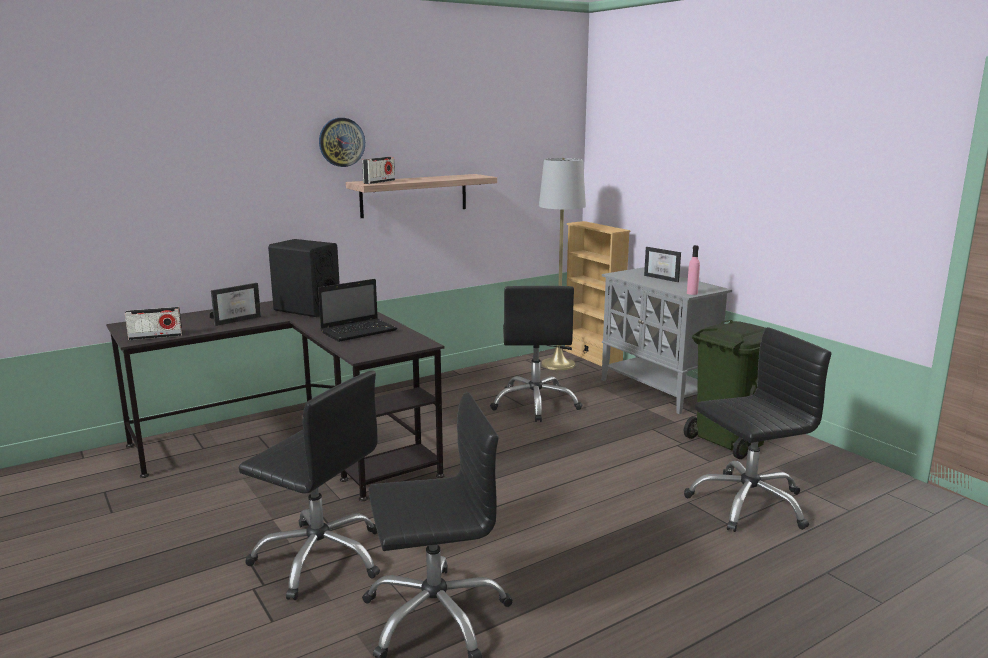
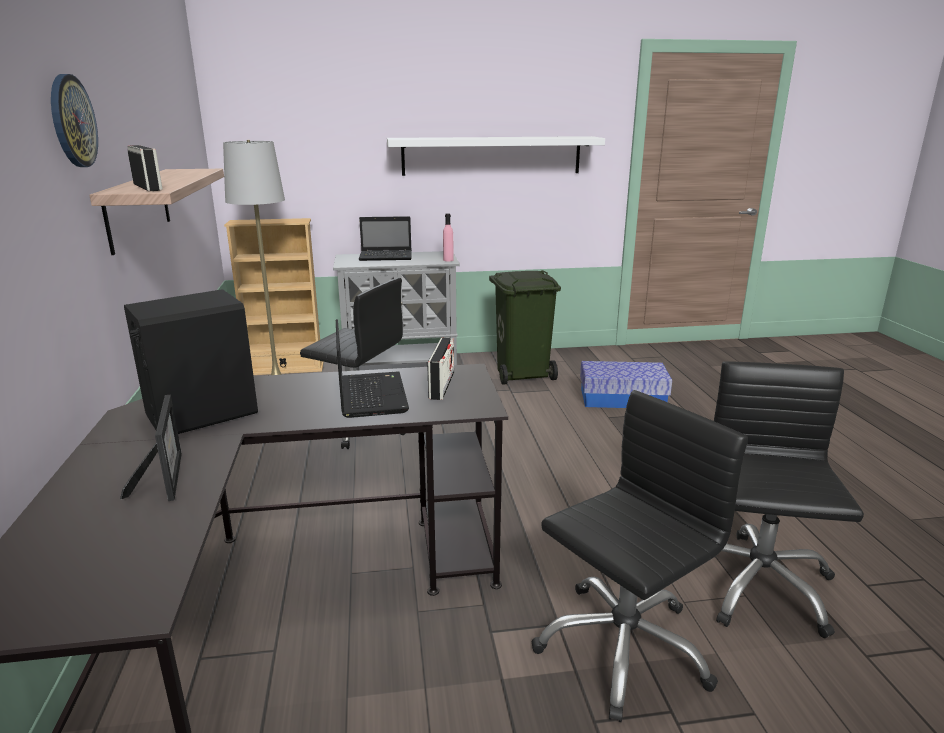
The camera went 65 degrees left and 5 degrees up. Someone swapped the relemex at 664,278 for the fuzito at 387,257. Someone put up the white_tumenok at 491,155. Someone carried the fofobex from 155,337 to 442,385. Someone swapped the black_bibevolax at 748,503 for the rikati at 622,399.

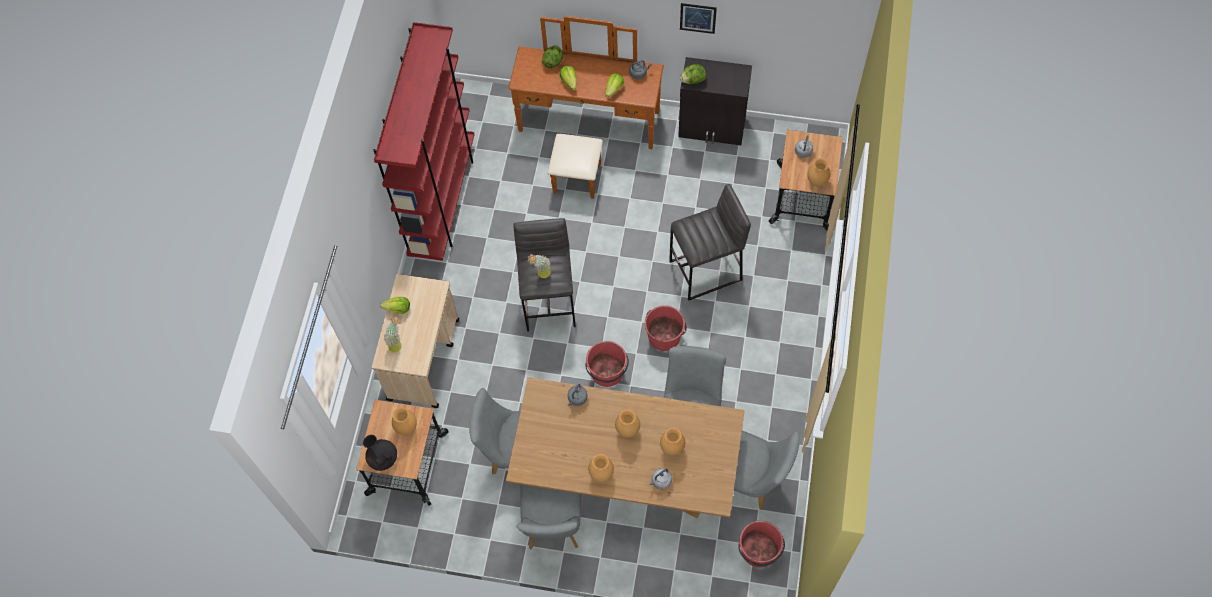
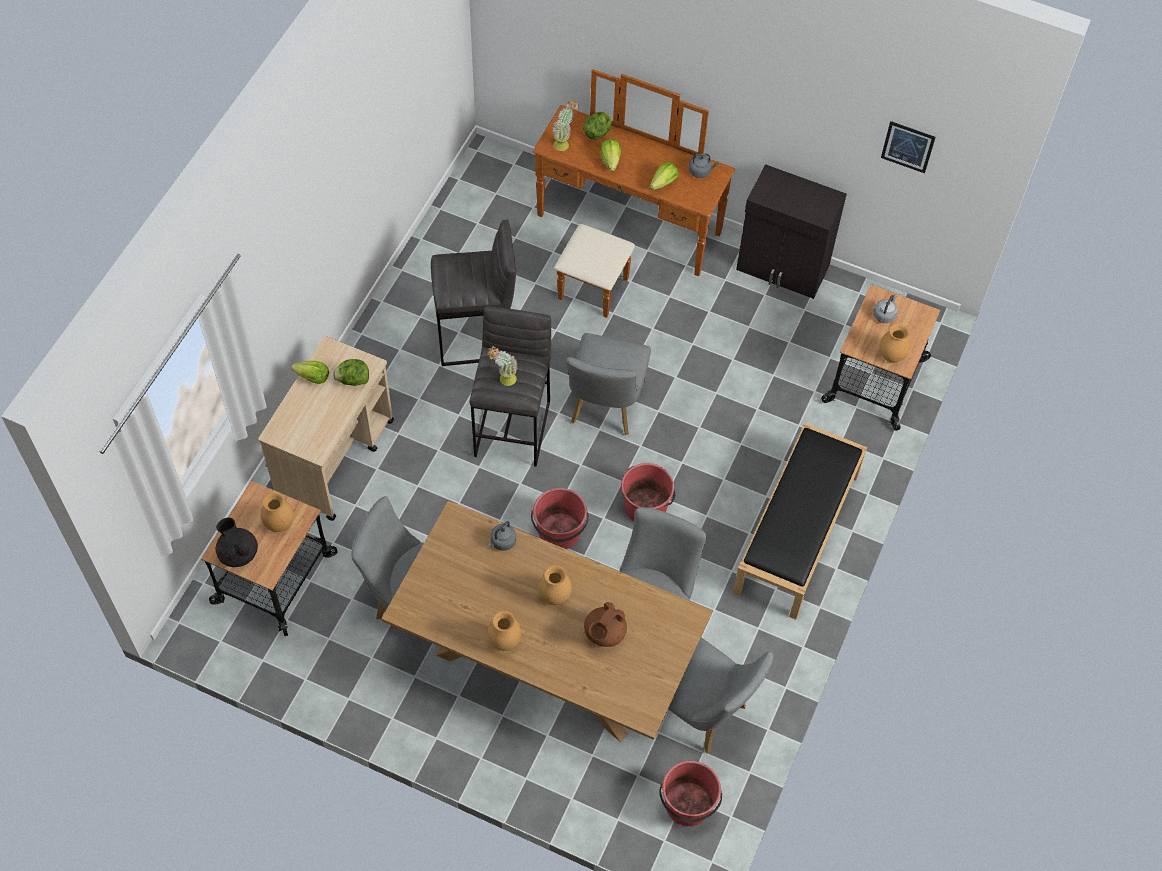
The camera went 10 degrees right and 5 degrees down. Someone carried the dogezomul from 693,80 to 353,380. Someone carried the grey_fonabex from 706,271 to 477,337. Someone carried the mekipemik from 397,343 to 564,143. Someone carried the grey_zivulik from 553,526 to 605,407. Someone swapped the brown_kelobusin at 671,448 for the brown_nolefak at 604,633. Someone put down the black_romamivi at 796,534. Someone carried the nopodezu from 698,18 to 908,147. Someone took away the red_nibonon at 443,200. Someone took away the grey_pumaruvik at 660,481.

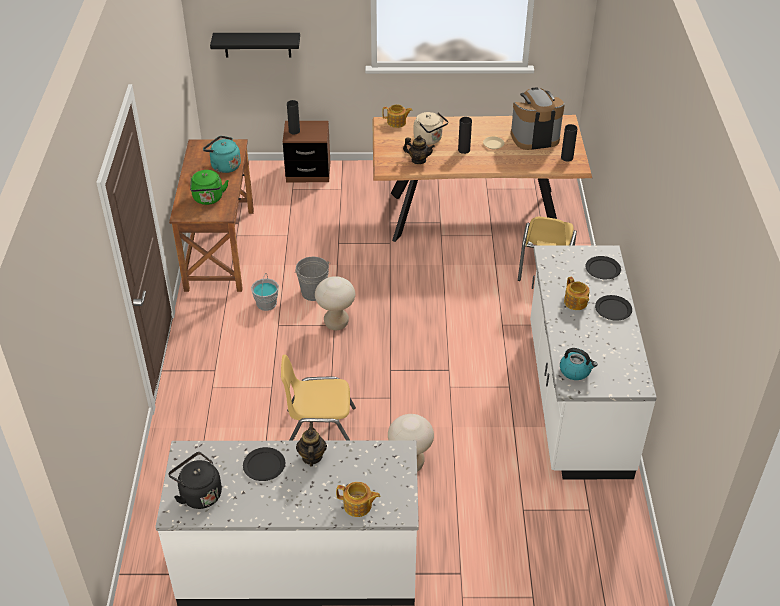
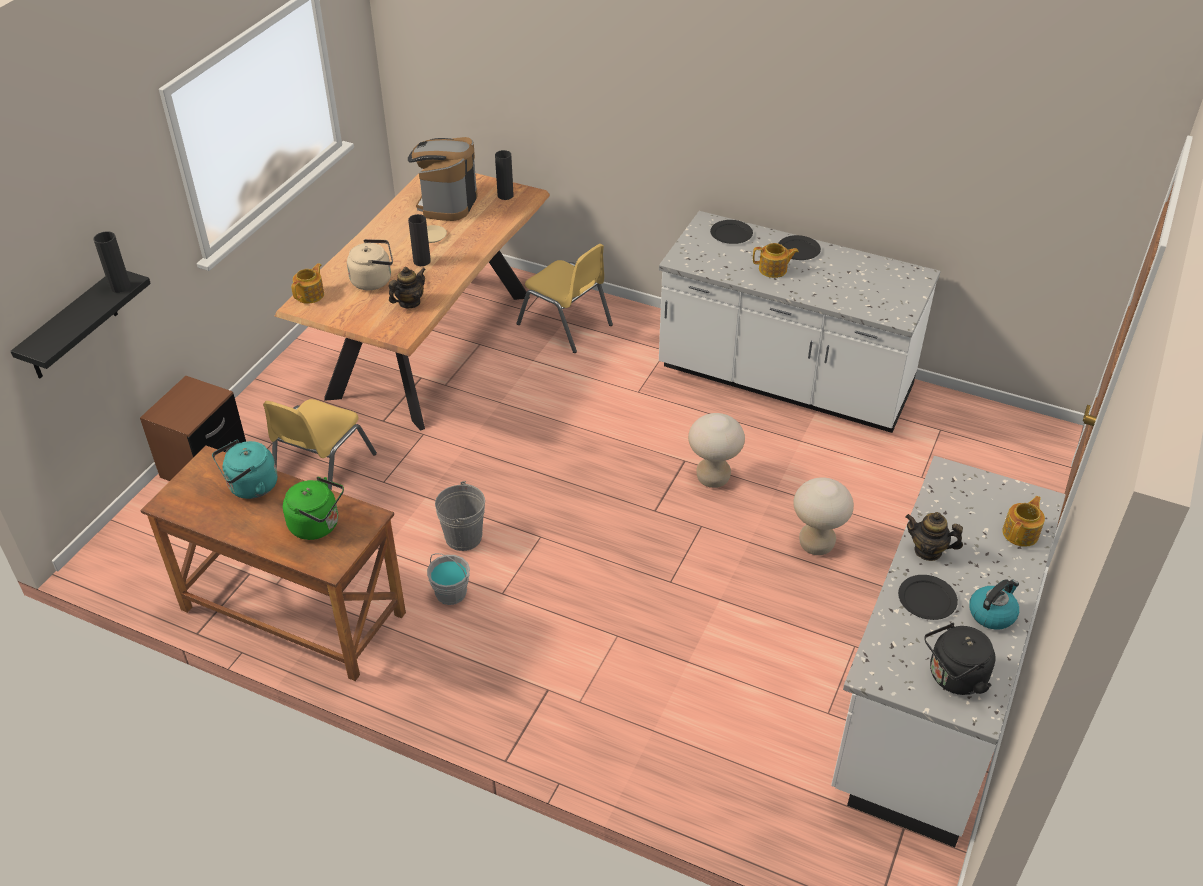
The camera went 65 degrees left and 0 degrees up. Someone carried the black_kelobusin from 294,131 to 120,286. Someone carried the yellow_zivulik from 320,429 to 322,471. Someone carried the beige_fonabex from 336,323 to 713,478. Someone carried the pumaruvik from 575,371 to 992,613.

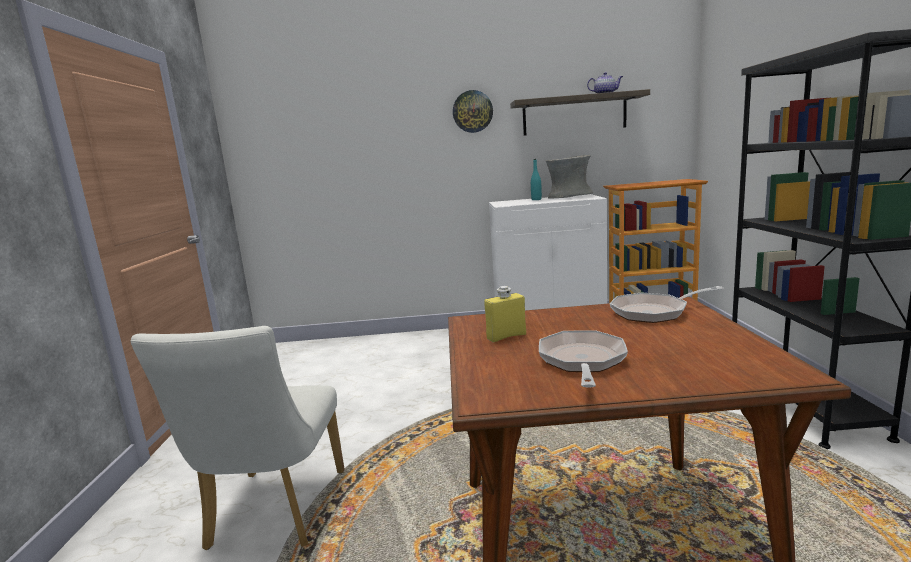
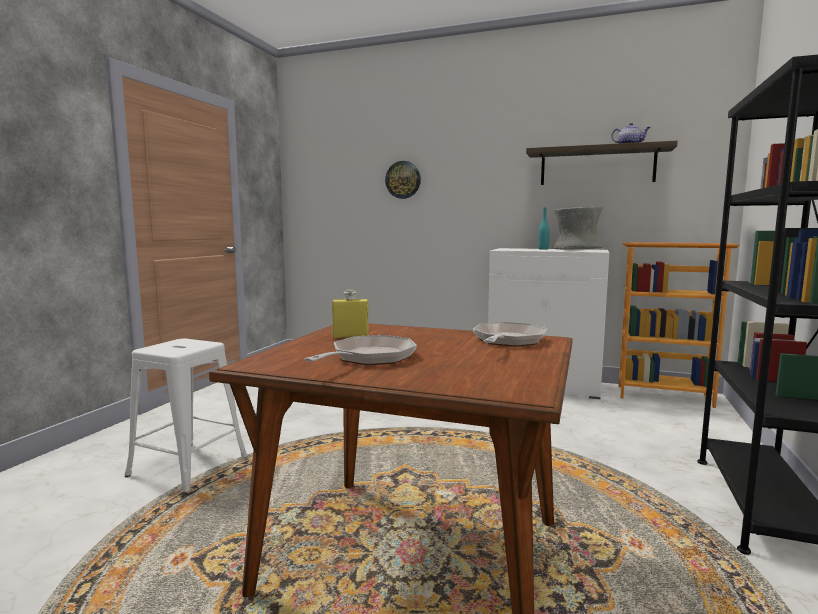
The camera went 20 degrees right and 5 degrees down. Someone swapped the white_zivulik at 273,515 for the white_fonabex at 188,466. Someone carried the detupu from 472,111 to 403,180. Someone rotated the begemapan at 654,312 by 105 degrees clockwise.

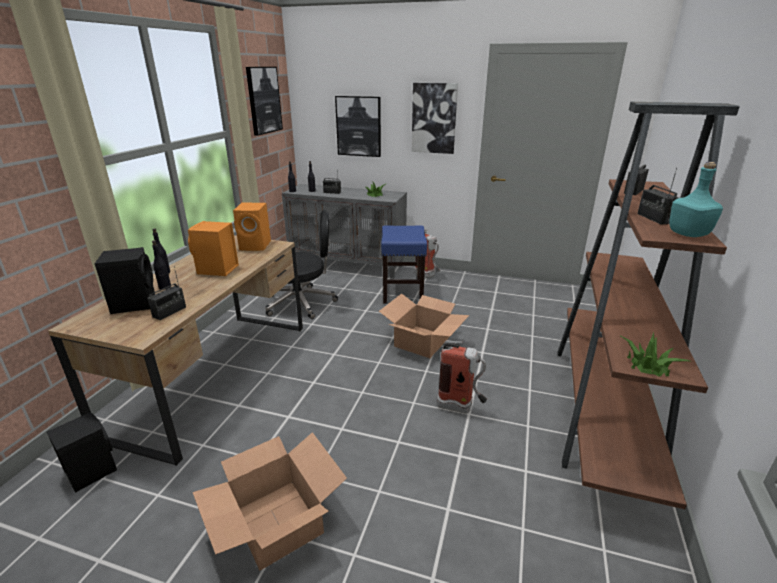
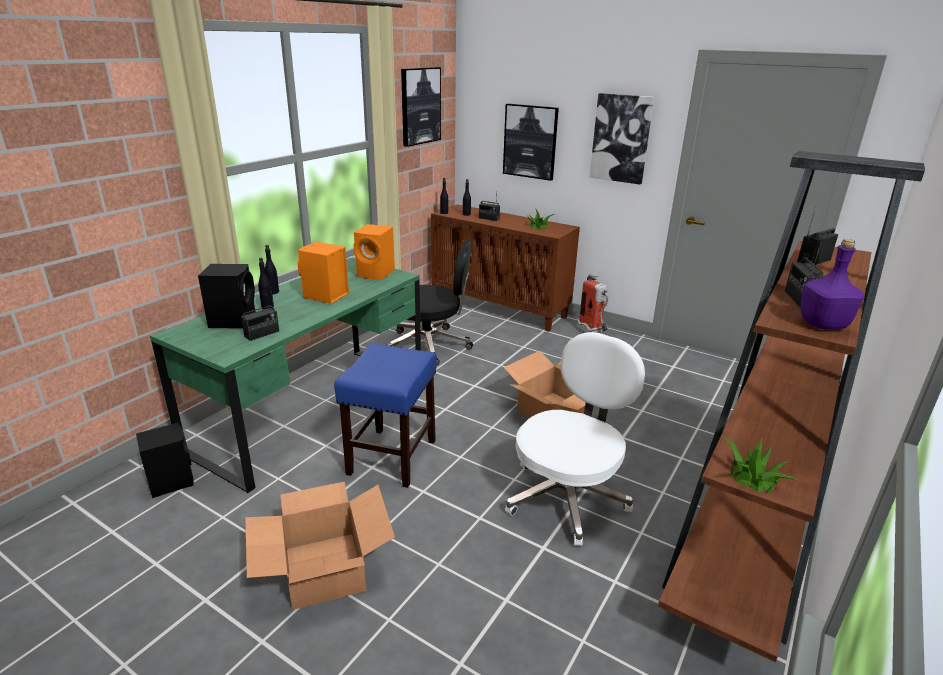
The camera went 15 degrees right and 0 degrees up. Someone repainted the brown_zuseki at 216,375, which became the green_zuseki at 313,410. Someone carried the blue_fonabex from 402,293 to 392,457. Someone repainted the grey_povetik at 348,265, which became the brown_povetik at 500,308. Someone swapped the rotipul at 461,408 for the white_bibevolax at 567,496. Someone repainted the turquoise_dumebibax at 687,234, which became the purple_dumebibax at 822,324.

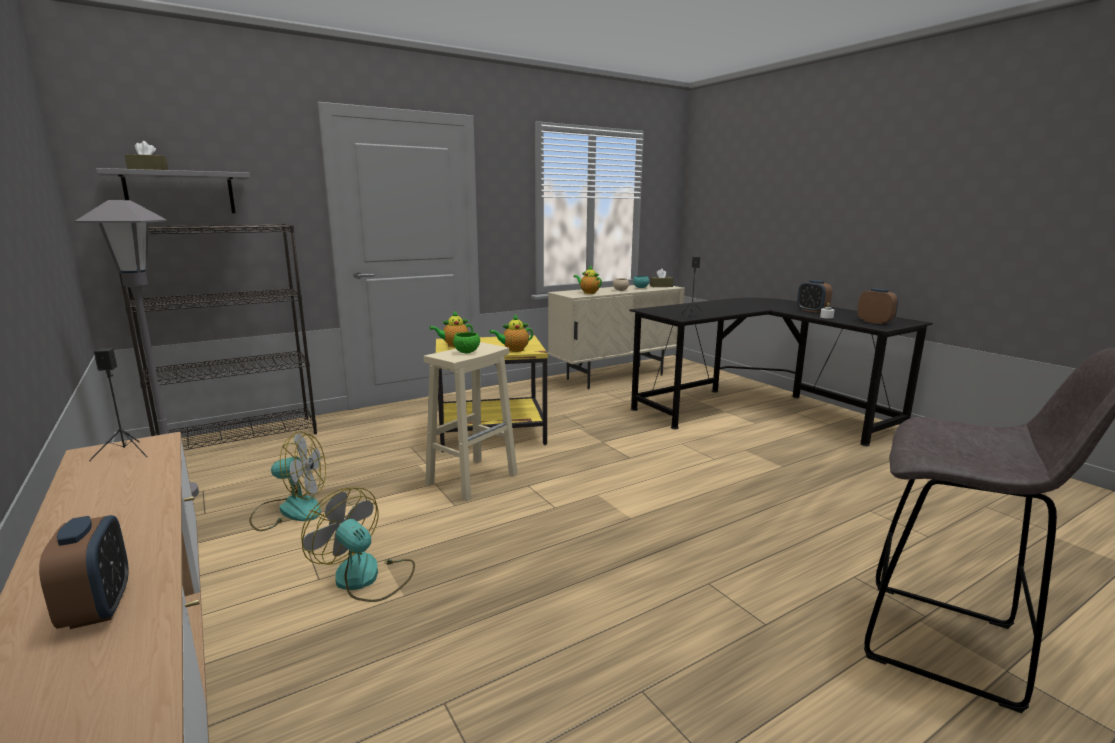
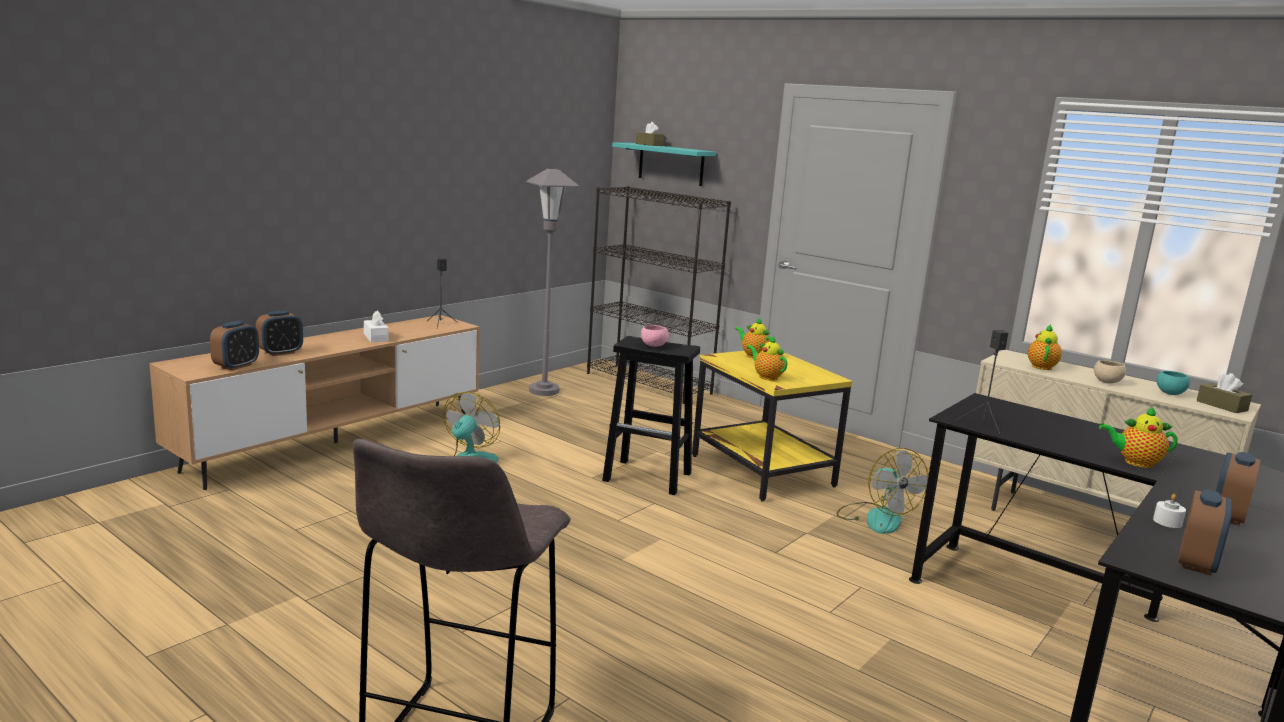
The camera went 70 degrees right and 0 degrees up. Someone put down the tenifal at 236,366. Someone put down the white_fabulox at 376,337. Someone repainted the beige_fonabex at 473,478, which became the black_fonabex at 649,477. Someone repainted the grey_tumenok at 180,192, which became the turquoise_tumenok at 671,164. Someone repainted the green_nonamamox at 466,352, which became the pink_nonamamox at 653,345. Someone carried the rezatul from 290,510 to 876,518. Someone put down the nolefak at 1135,462.

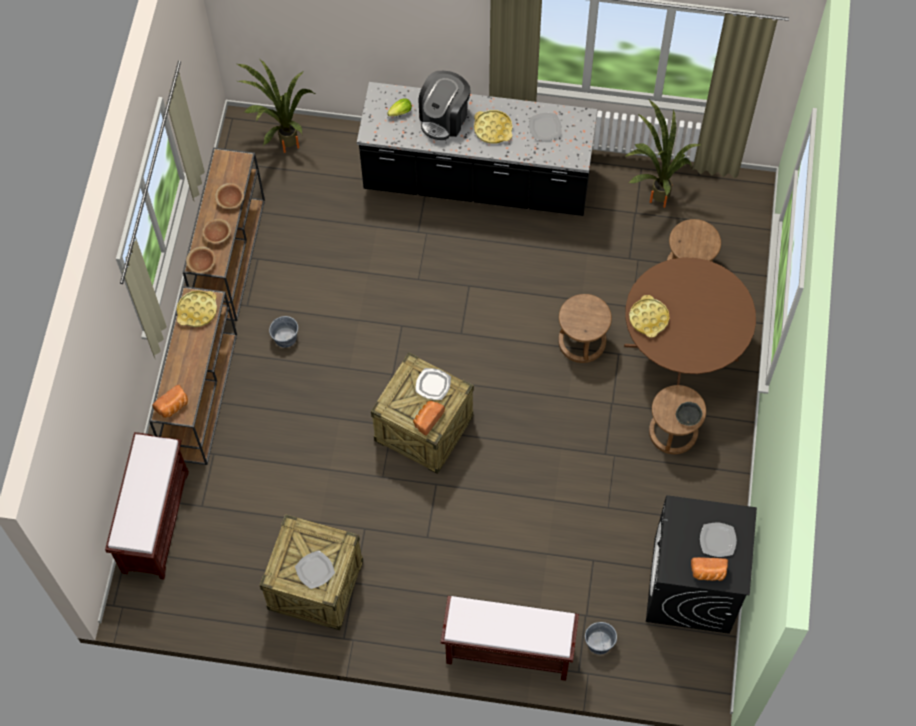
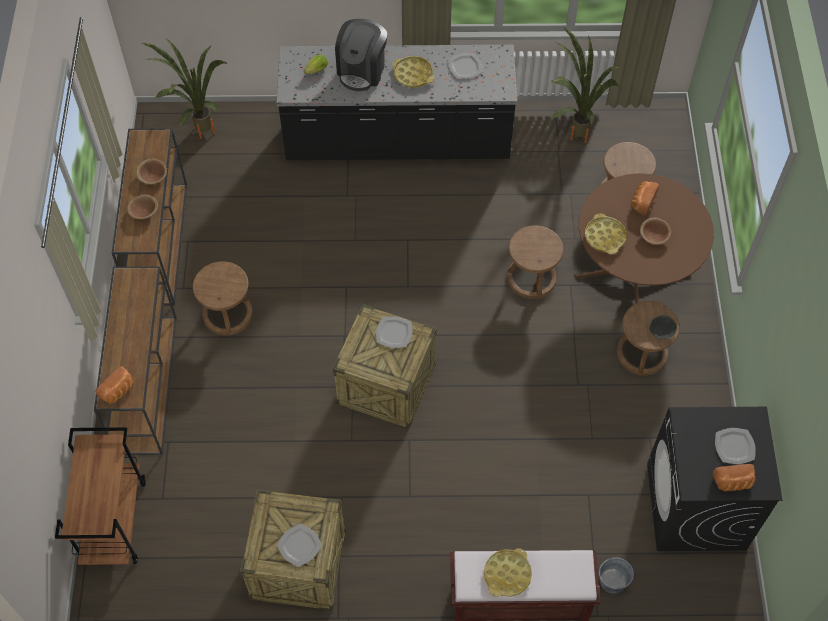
The camera went 10 degrees left and 5 degrees down. Someone swapped the brown_romamivi at 155,520 for the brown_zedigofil at 114,521. Someone swapped the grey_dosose at 285,337 for the brown_fonabex at 227,314. Someone carried the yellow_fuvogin from 197,311 to 507,574. Someone carried the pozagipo from 427,419 to 642,201. Someone carried the brown_nonamamox from 202,264 to 654,236.

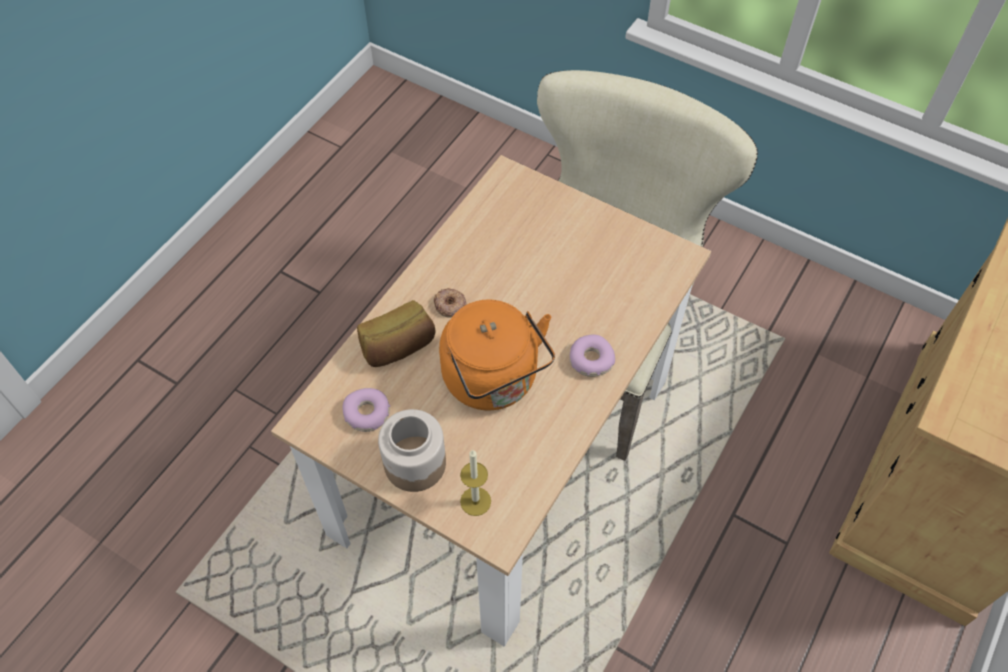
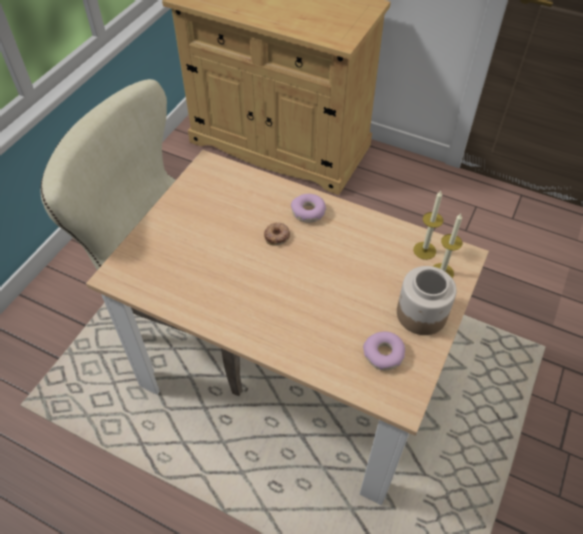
The camera went 95 degrees left and 5 degrees down. Someone carried the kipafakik from 450,305 to 277,236. Someone put down the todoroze at 424,250. Someone took away the pozagipo at 398,347. Someone took away the orange_pumaruvik at 494,381.

